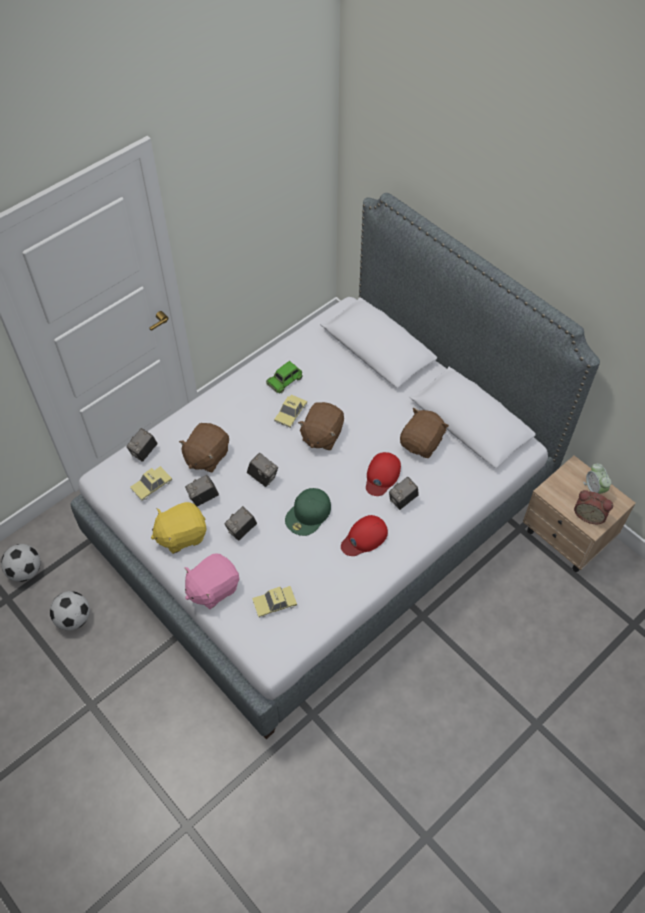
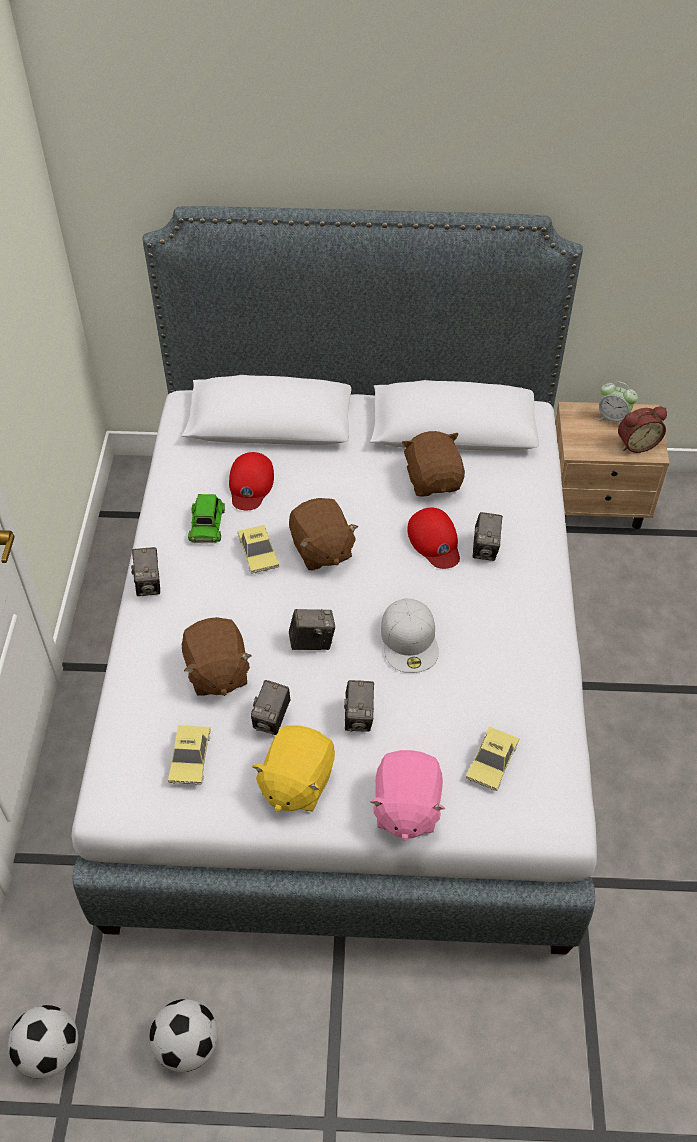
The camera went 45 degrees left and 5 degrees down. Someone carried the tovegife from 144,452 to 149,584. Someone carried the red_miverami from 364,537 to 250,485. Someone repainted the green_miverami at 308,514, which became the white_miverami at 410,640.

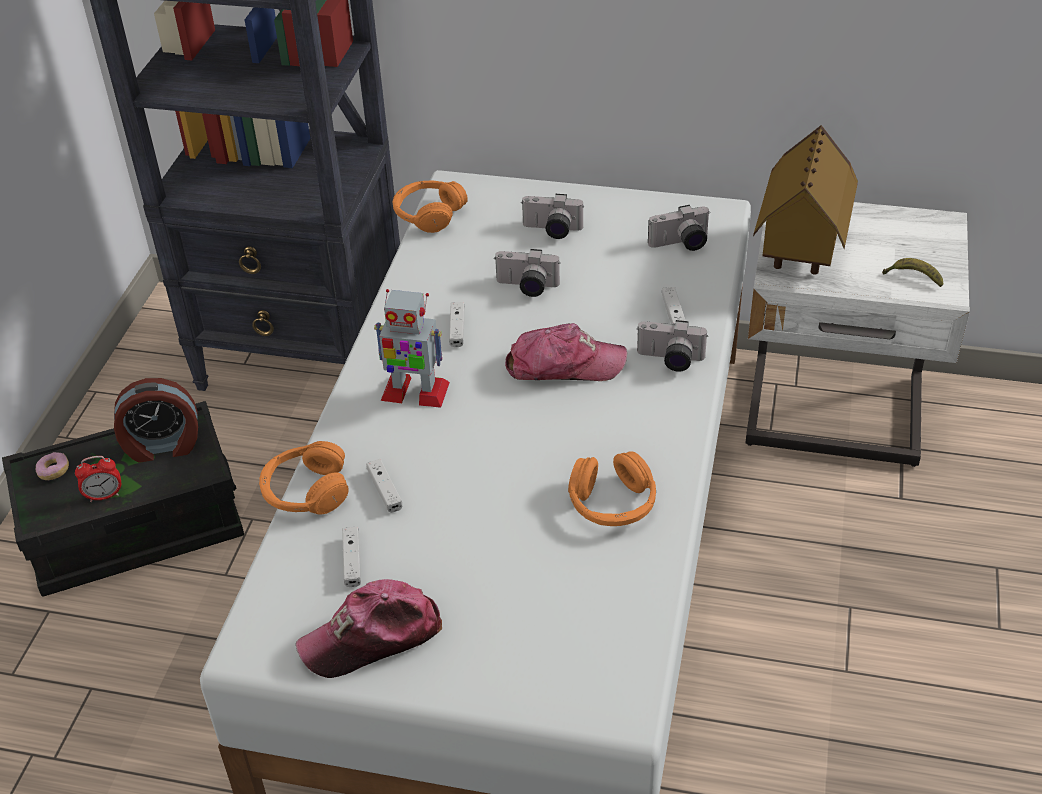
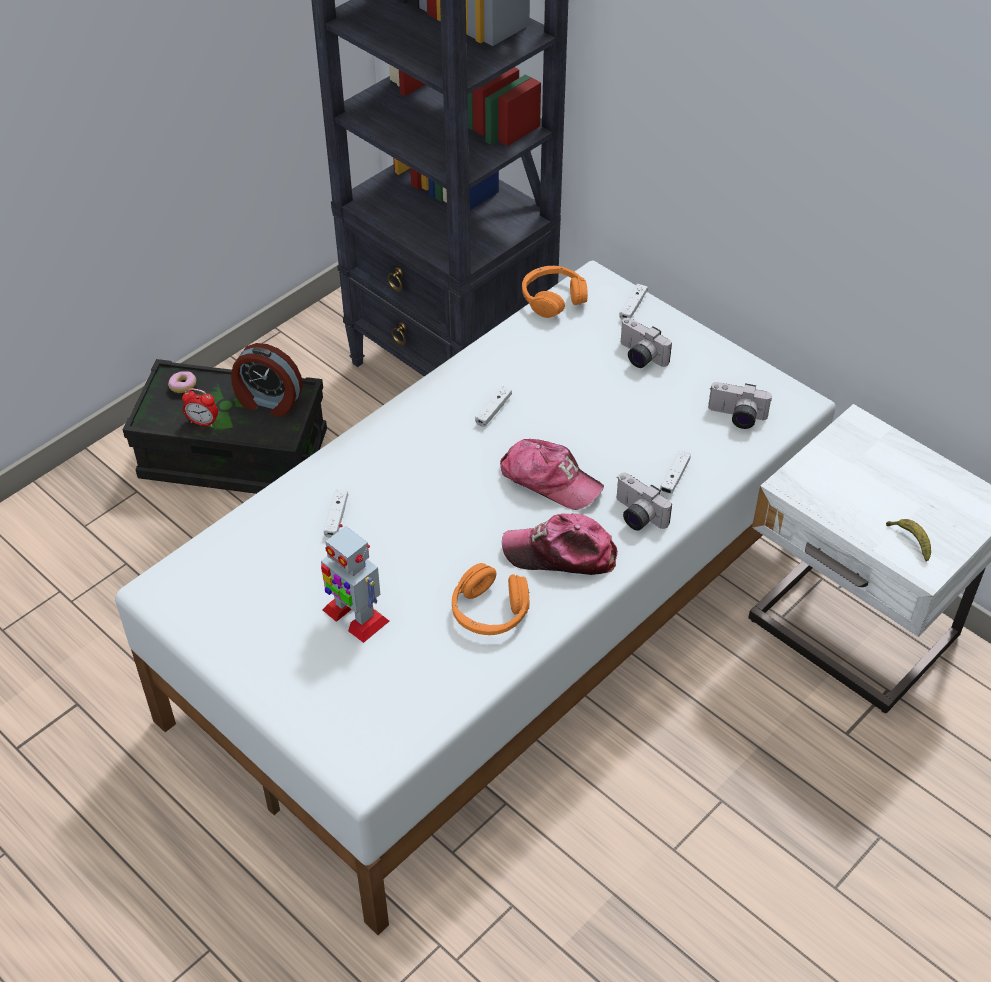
The camera went 30 degrees right and 5 degrees up. Someone carried the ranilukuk from 414,391 to 354,615. Someone carried the miverami from 372,637 to 560,554. Someone carried the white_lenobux from 352,561 to 633,306. Someone took away the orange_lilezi at 306,491. Someone took away the tovegife at 526,287. Someone took away the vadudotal at 800,247.

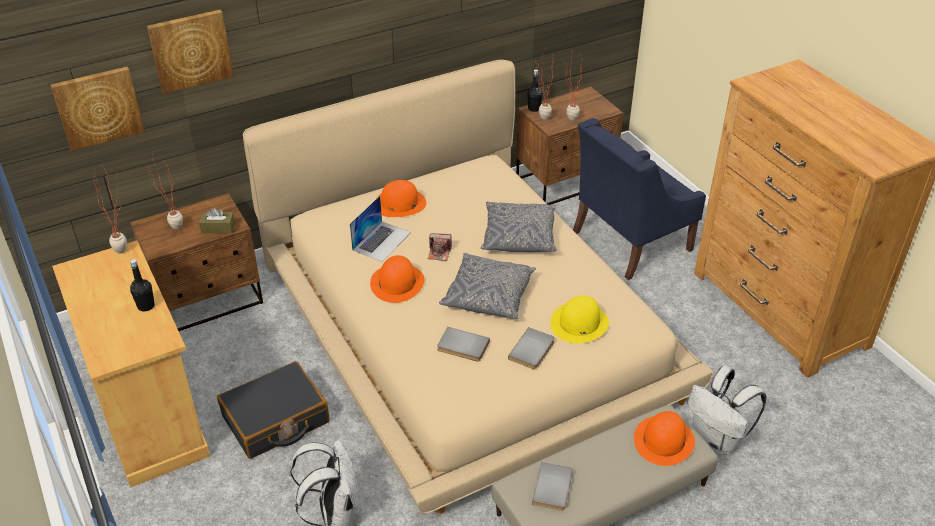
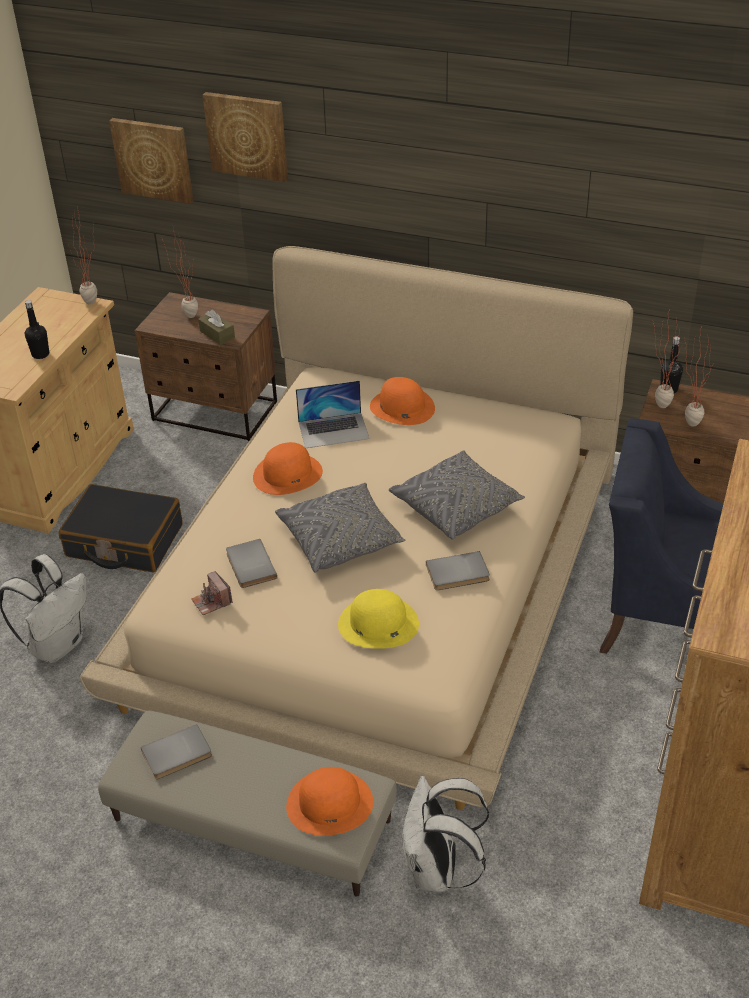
The camera went 50 degrees right and 0 degrees up. Someone carried the tovegife from 439,253 to 212,602. Someone carried the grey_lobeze from 533,350 to 458,574.

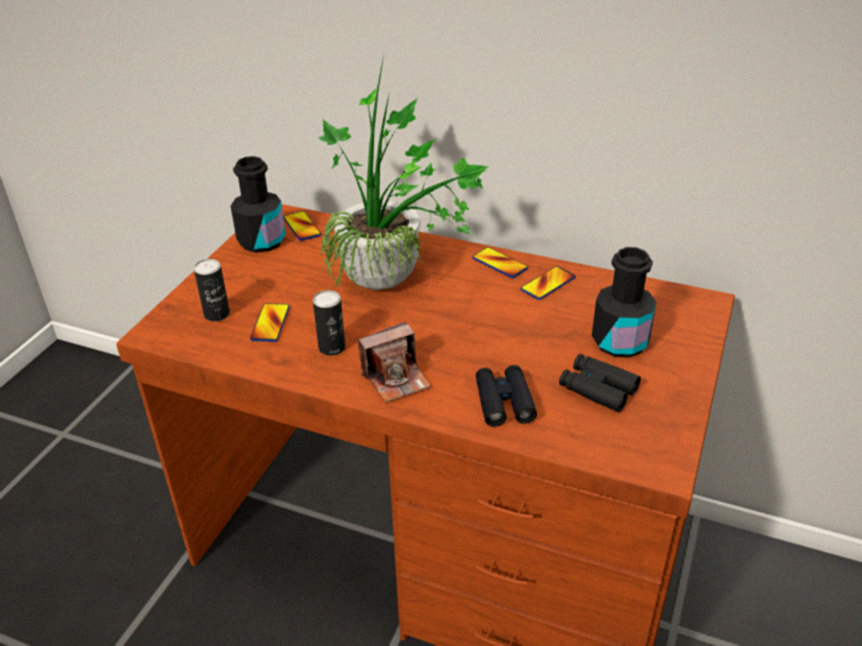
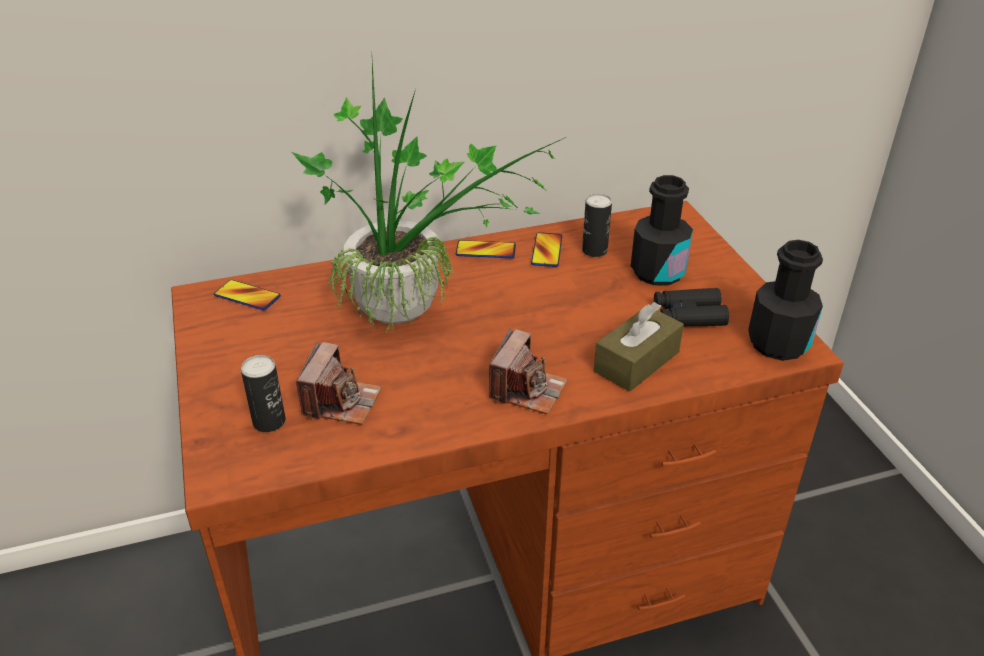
The camera went 40 degrees left and 0 degrees up. Someone swapped the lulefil at 270,323 for the tovegife at 341,402. Someone carried the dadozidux from 332,347 to 594,250. Someone swapped the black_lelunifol at 504,402 for the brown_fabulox at 636,362. Someone carried the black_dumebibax from 261,241 to 778,343.

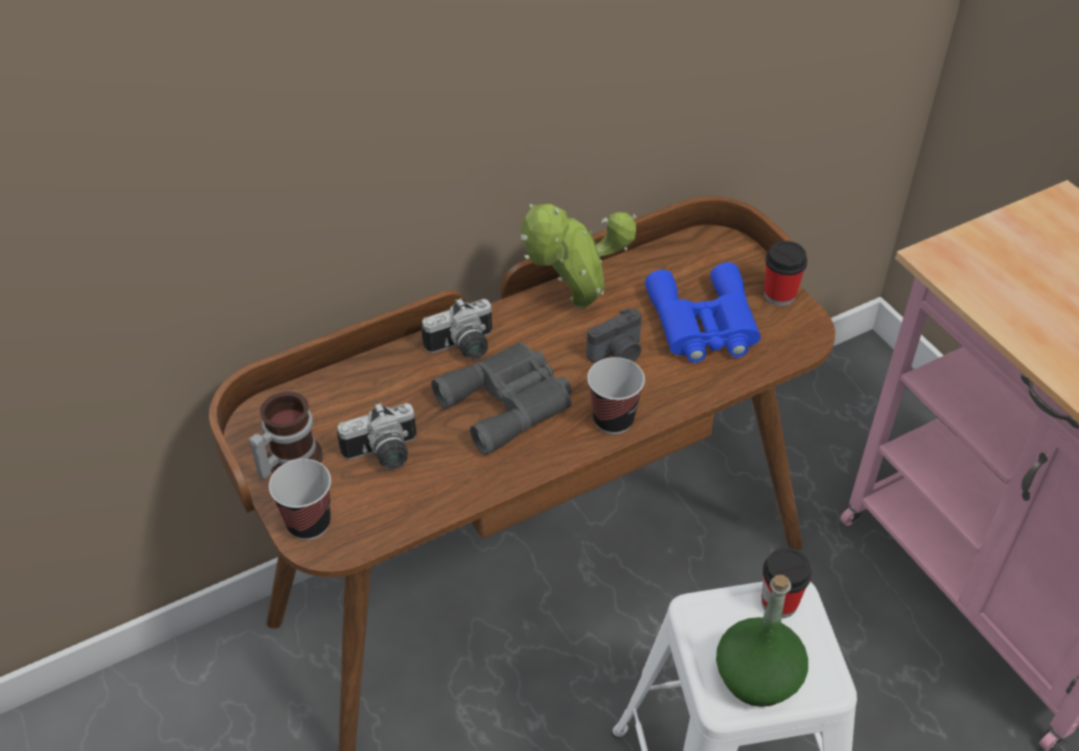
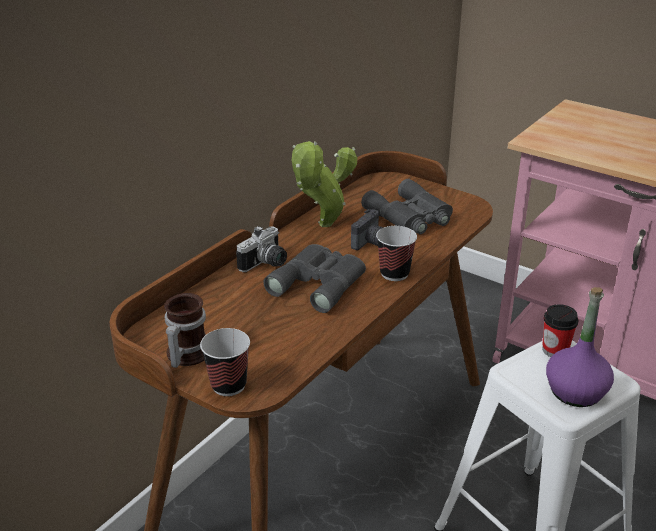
The camera went 25 degrees left and 15 degrees down. Someone repainted the blue_lelunifol at 703,325, which became the grey_lelunifol at 410,217. Someone repainted the green_dumebibax at 757,676, which became the purple_dumebibax at 575,391. Someone took away the tovegife at 383,455. Someone took away the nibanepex at 779,295.

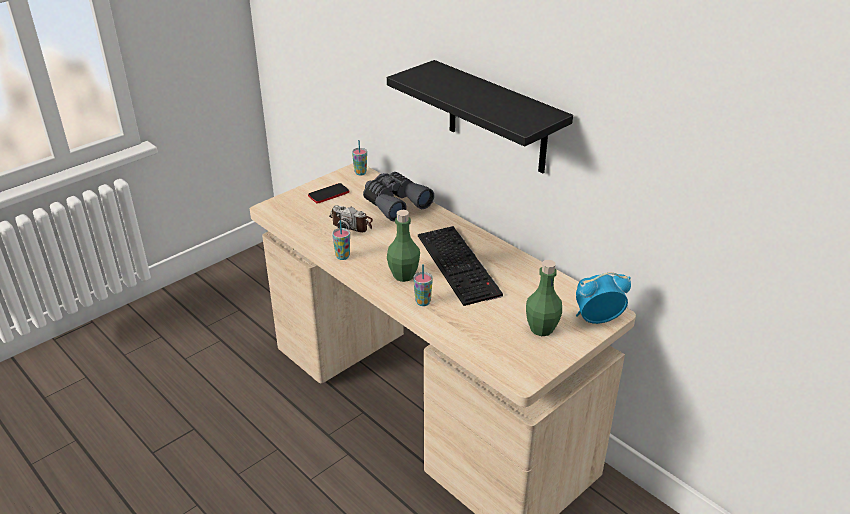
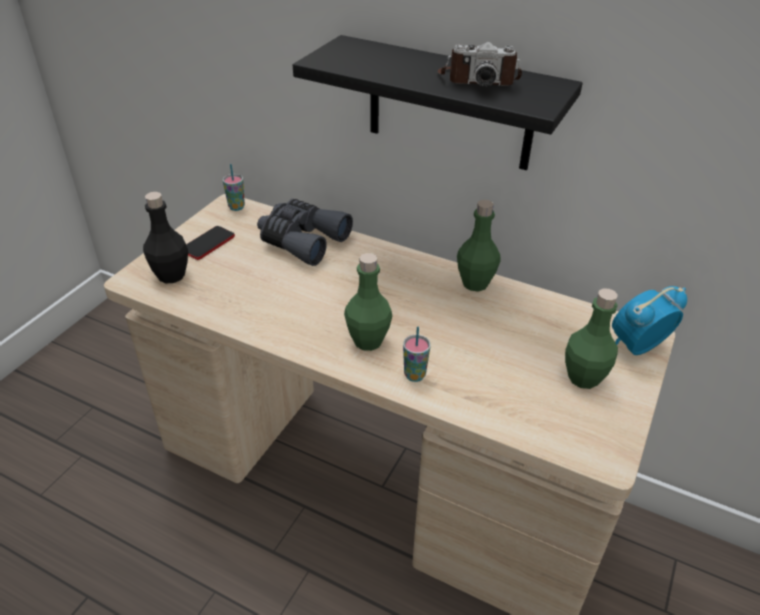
The camera went 20 degrees left and 5 degrees up. Someone put down the black_dumebibax at 171,275. Someone carried the tovegife from 352,224 to 478,79. Someone put down the green_dumebibax at 475,283. Someone took away the nibanepex at 342,256. Someone took away the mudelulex at 460,265.

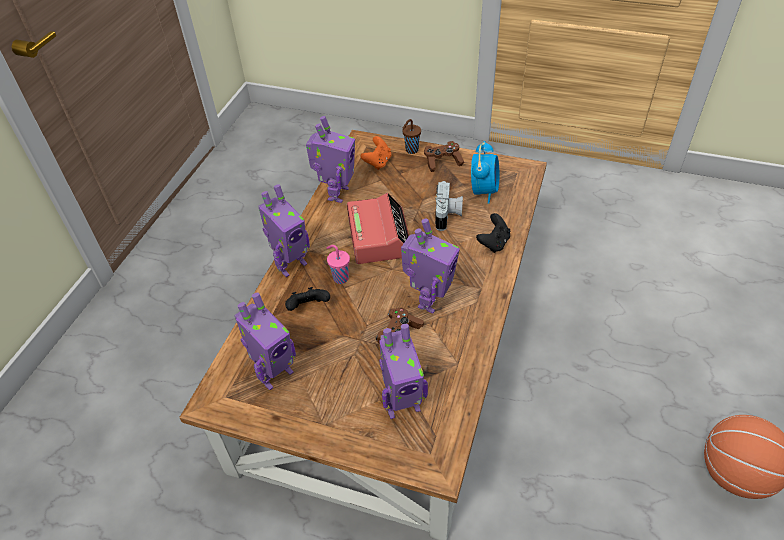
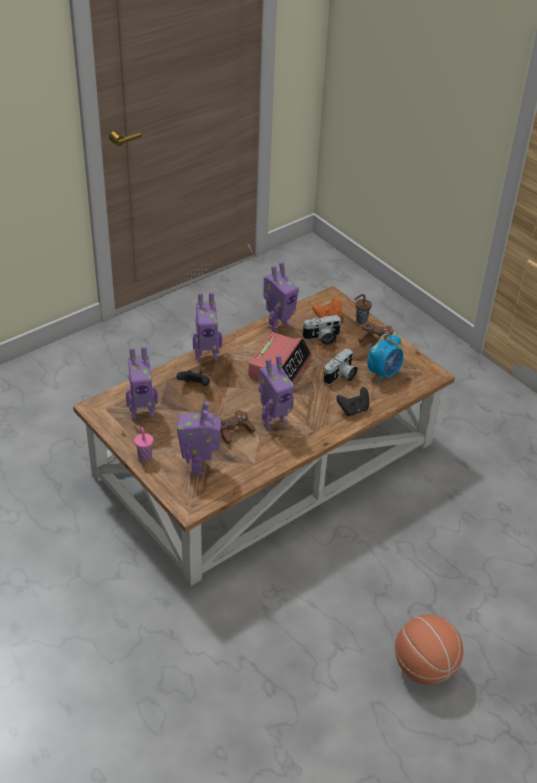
The camera went 30 degrees right and 5 degrees down. Someone carried the pink_nibanepex from 340,278 to 144,456. Someone rotated the ranilukuk at 402,404 by 75 degrees clockwise. Someone put down the tovegife at 322,338.

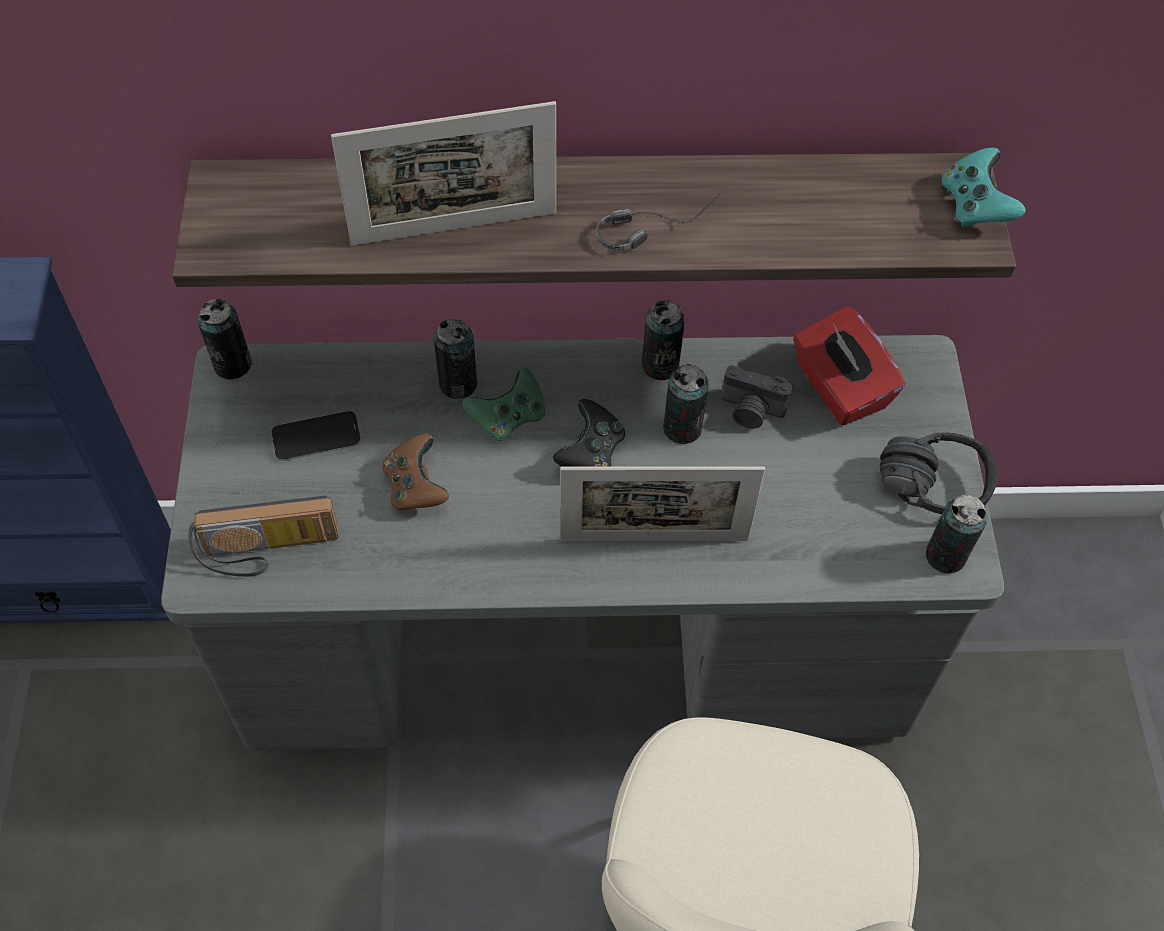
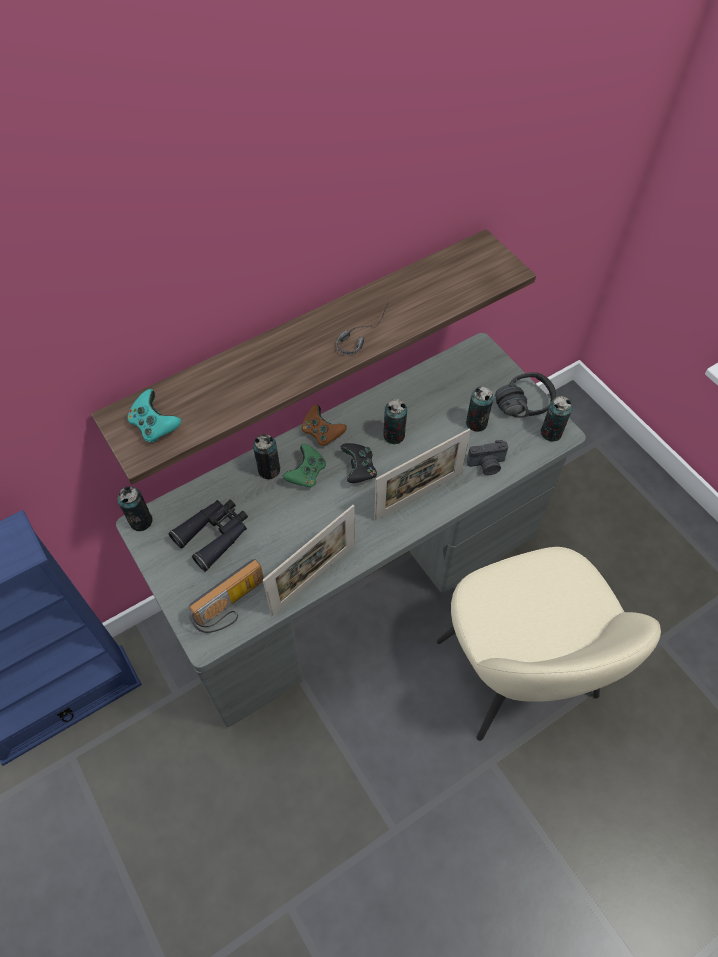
The camera went 30 degrees left and 0 degrees up. Someone carried the turquoise_lenobux from 974,205 to 155,426. Someone swapped the lulefil at 316,437 for the black_lelunifol at 214,535. Someone carried the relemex from 454,228 to 314,578. Someone carried the brown_lenobux from 415,486 to 322,433. Someone carried the dadozidux from 660,365 to 476,423. Someone carried the tovegife from 750,411 to 487,465. Someone took away the red_fabulox at 839,388.

